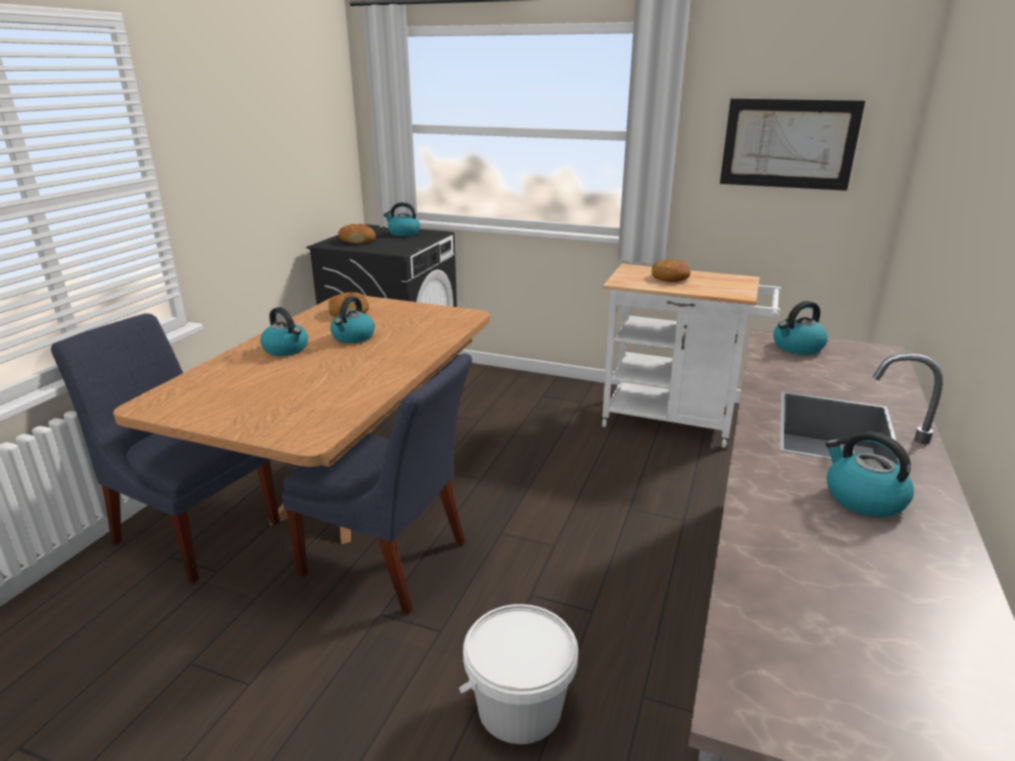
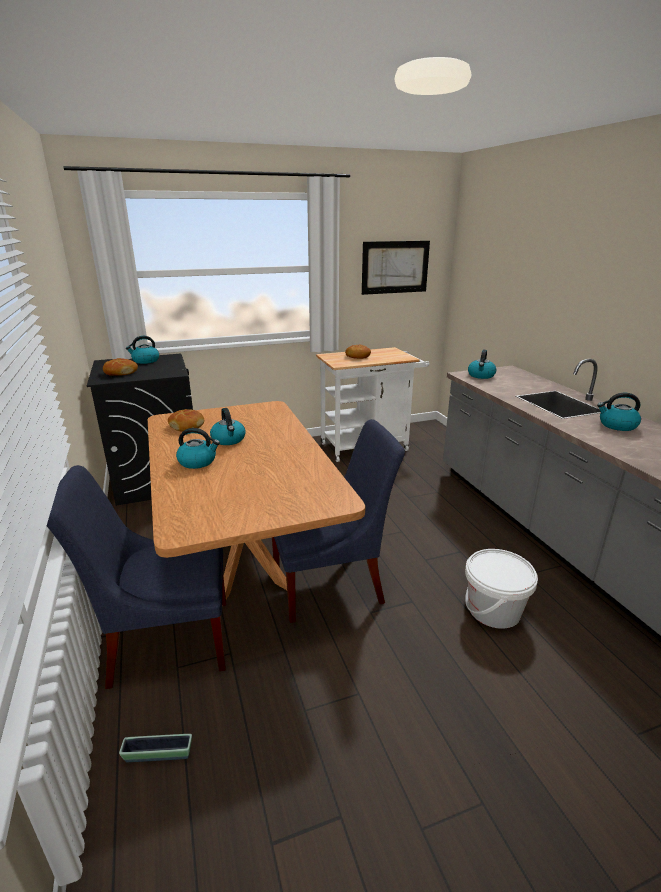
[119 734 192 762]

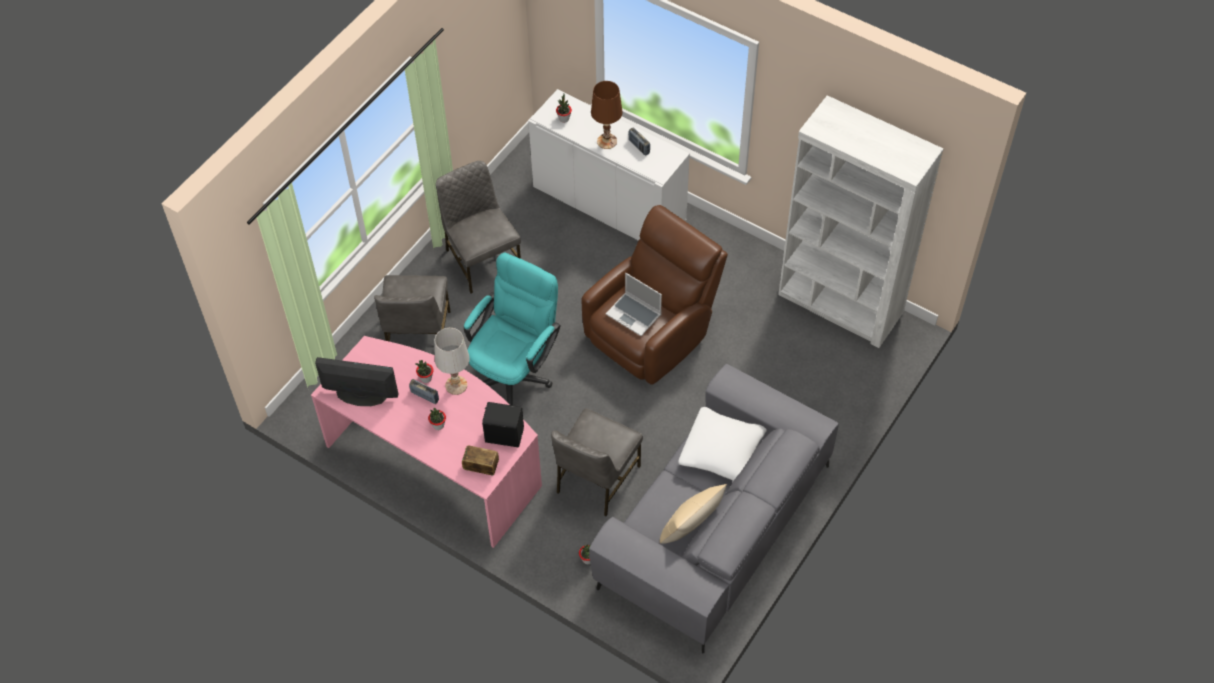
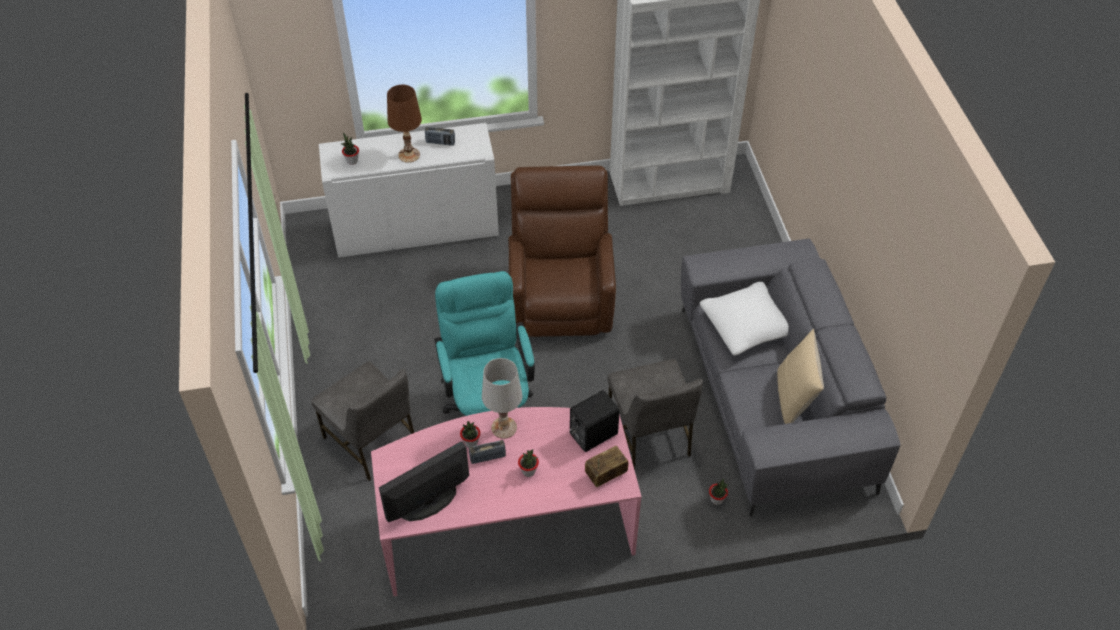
[436 161 521 293] (first image)
[606 273 662 336] (first image)

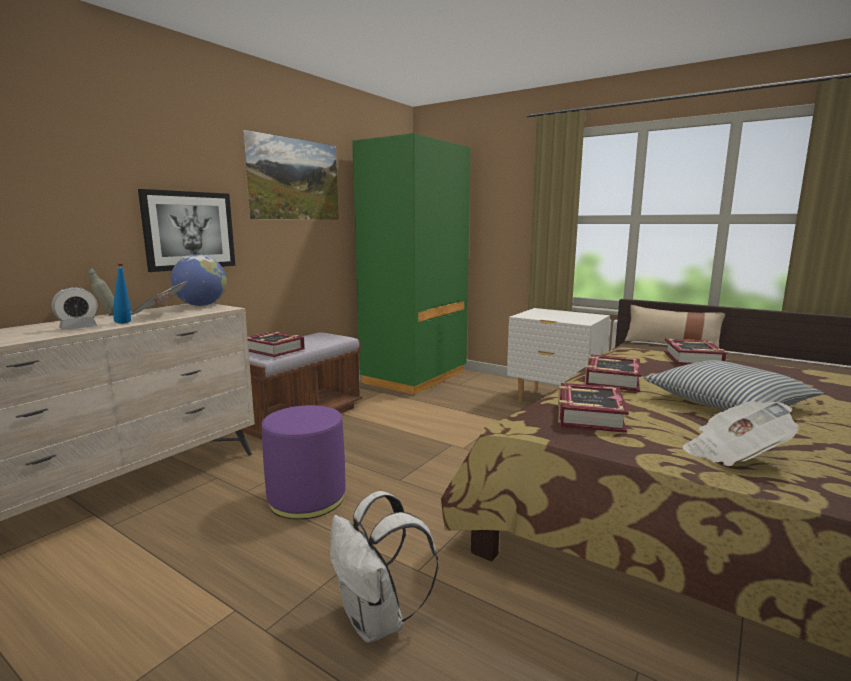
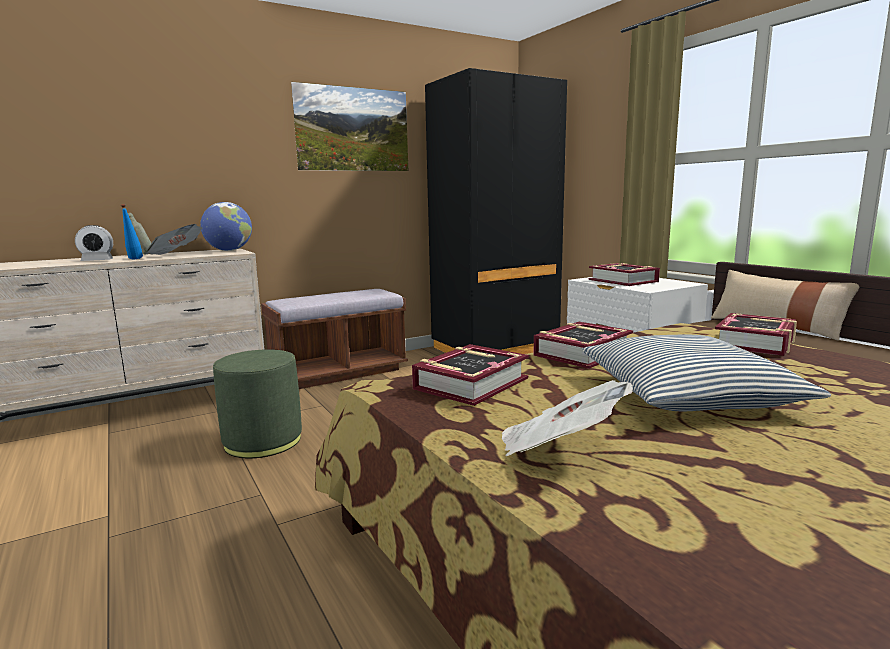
[425 68 567 354]
[138 189 235 272] (first image)
[588 263 660 286]
[213 349 302 458]
[330 491 438 643] (first image)

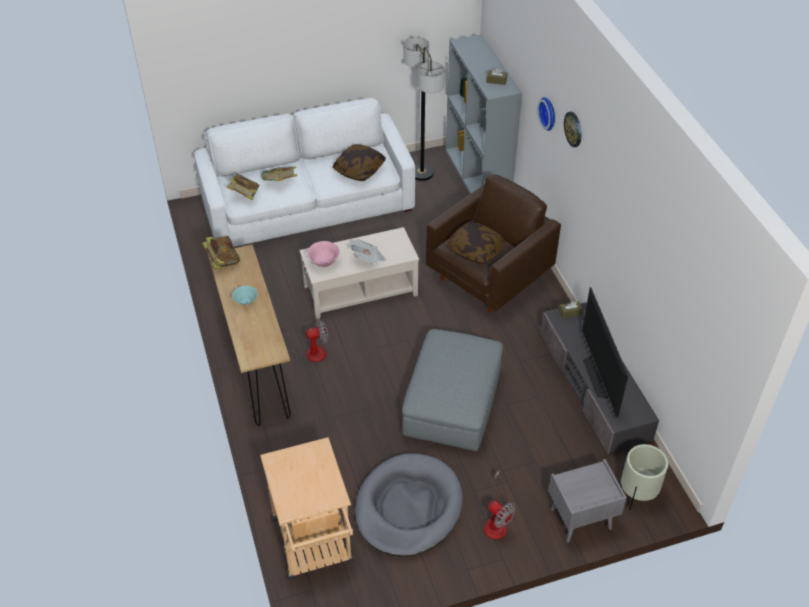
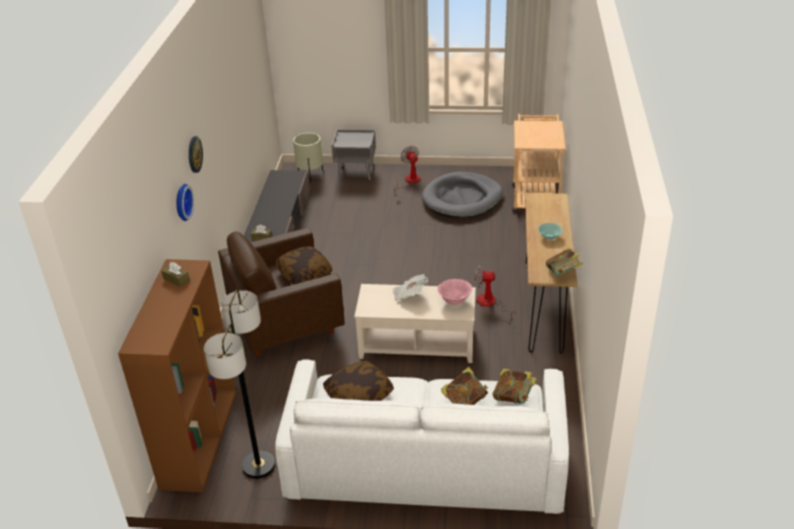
[118 259 236 492]
[582 287 628 418] (first image)
[402 329 503 451] (first image)

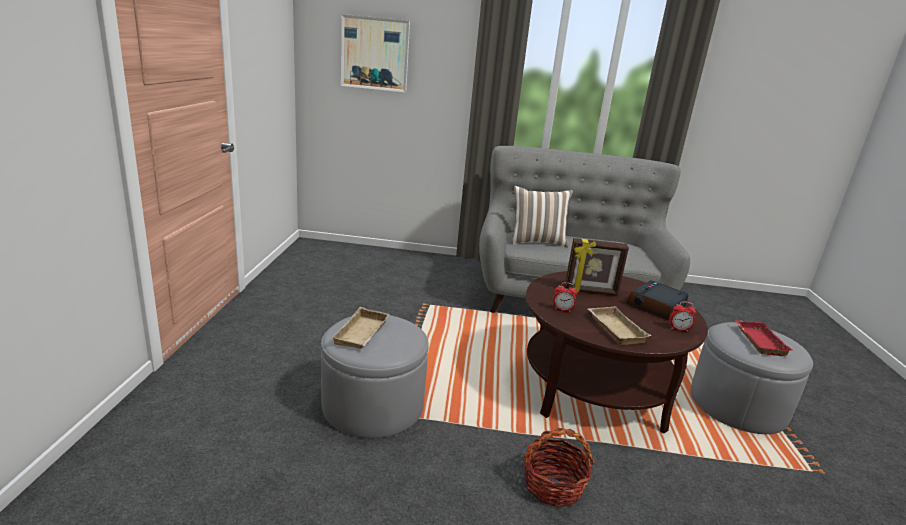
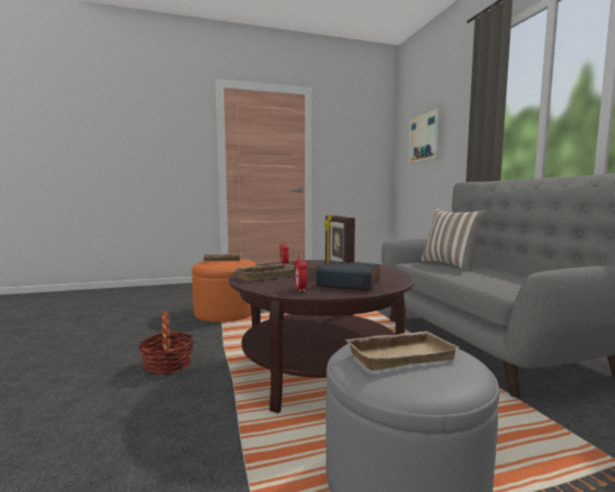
[192 259 256 322]
[345 331 460 371]

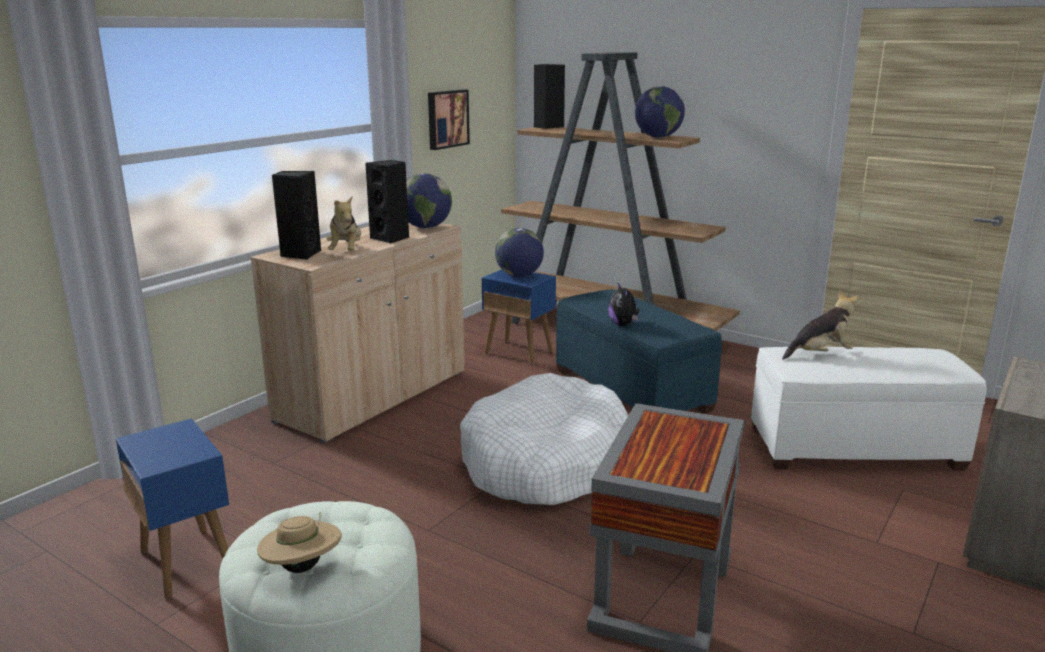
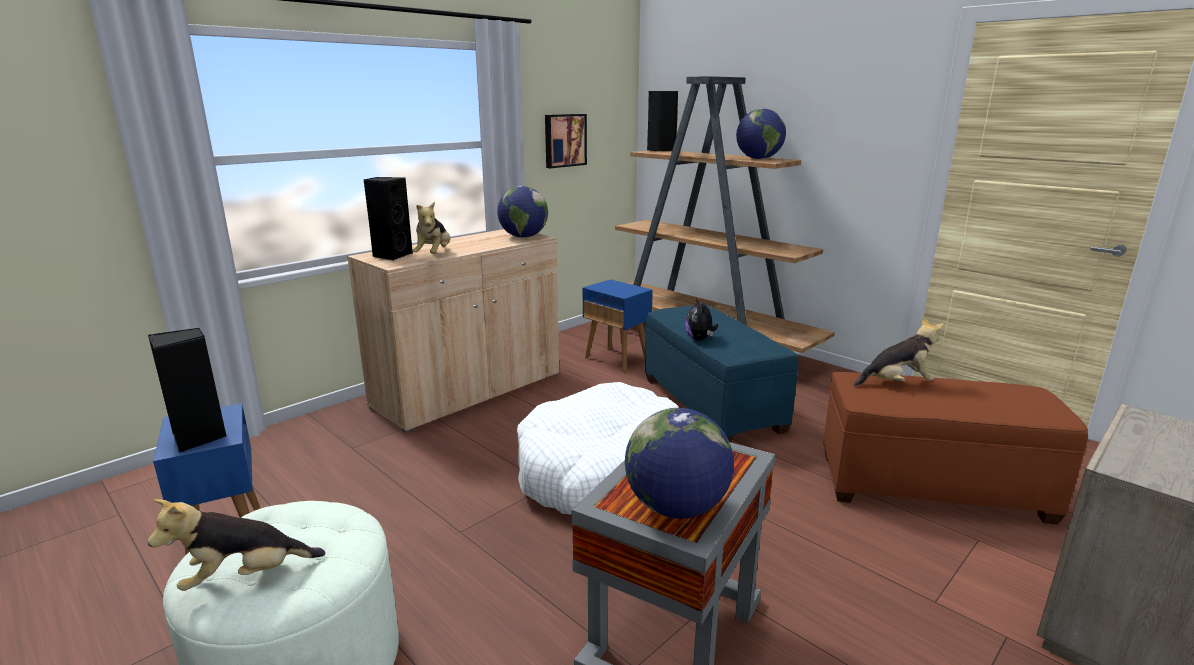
[148 328 227 452]
[625 408 734 519]
[823 372 1088 524]
[148 499 325 591]

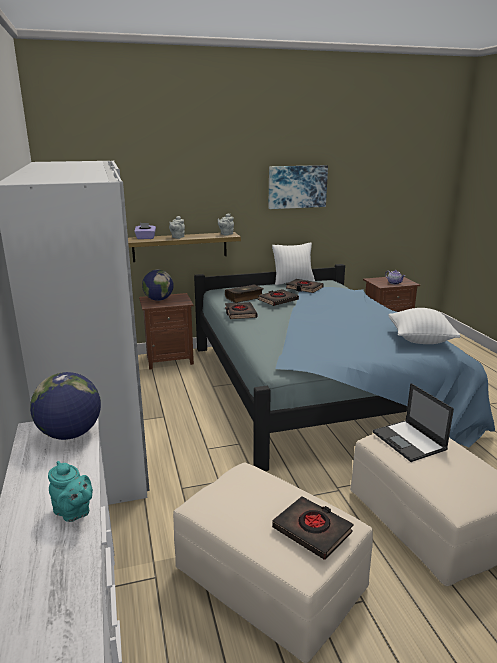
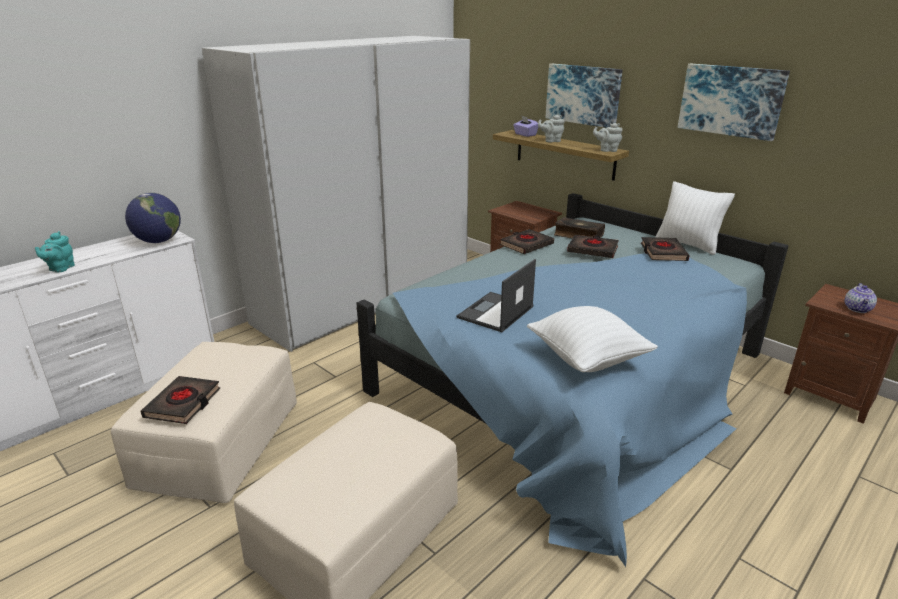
[142 270 174 301] (first image)
[457 259 536 332]
[545 64 623 128]

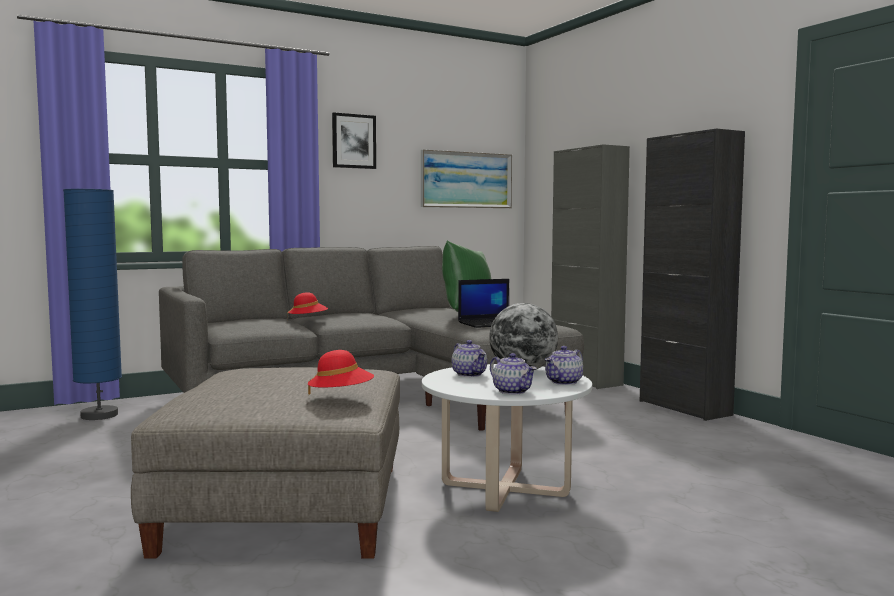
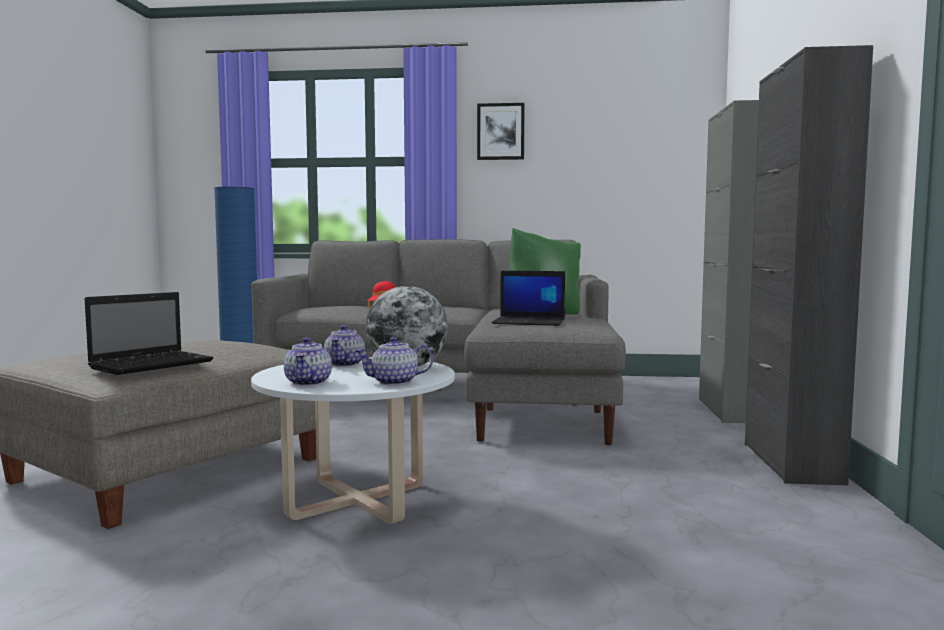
[421 149 512 208] (first image)
[85 292 214 375]

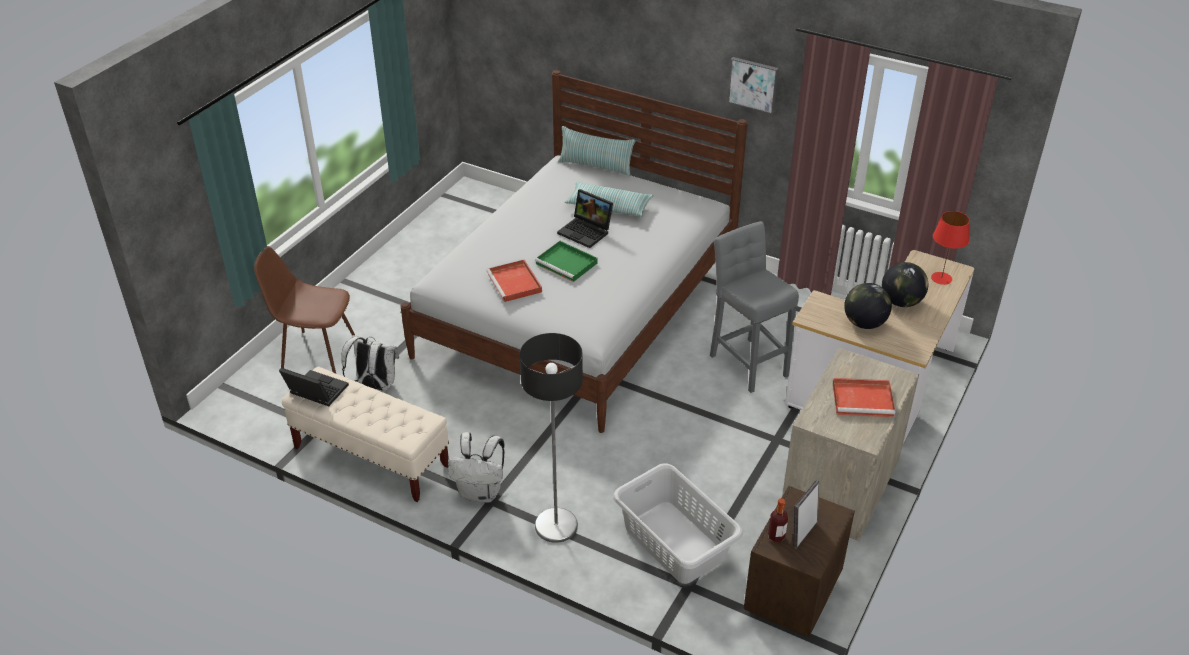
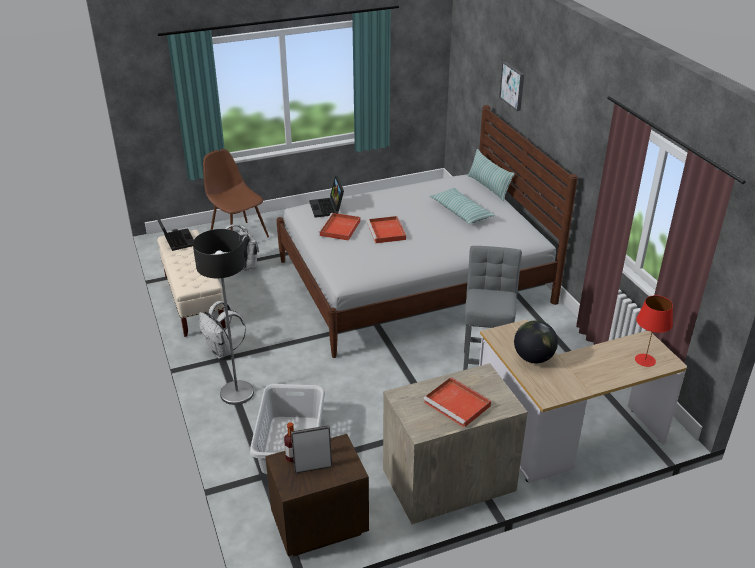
[499 62 524 111]
[309 176 344 218]
[367 216 406 243]
[882 262 928 307] (first image)

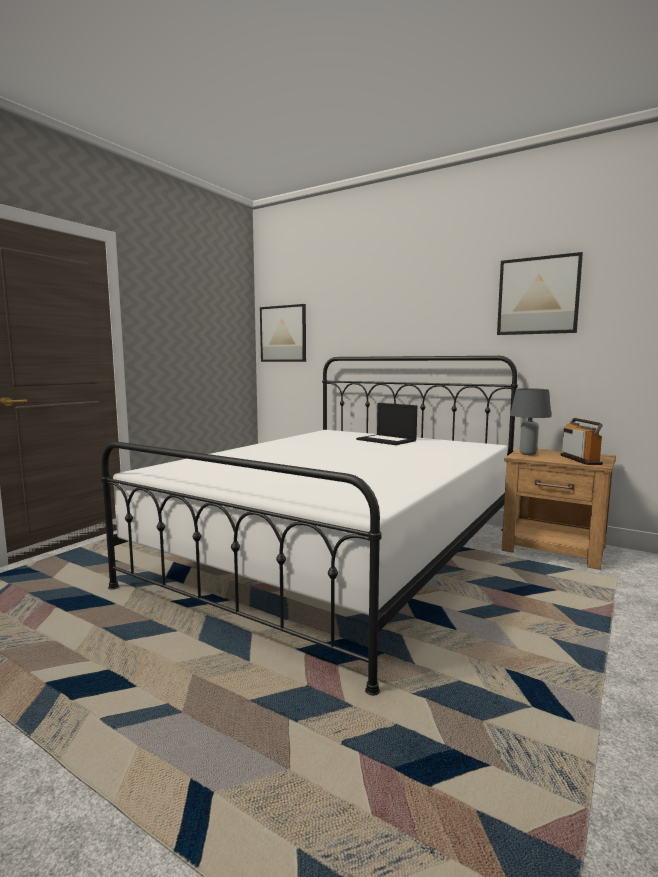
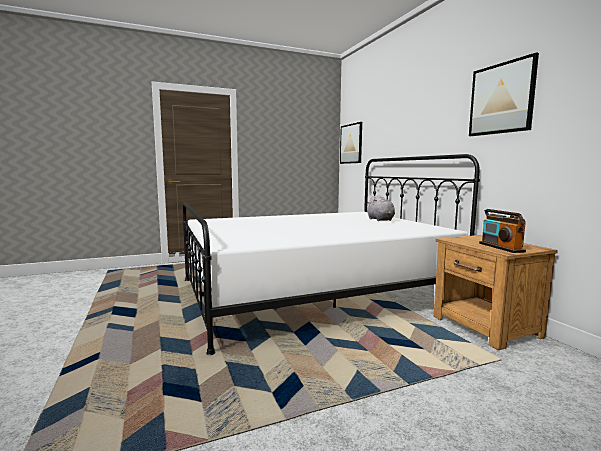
[510 388 552 455] (first image)
[367 195 395 221]
[479 209 526 253]

